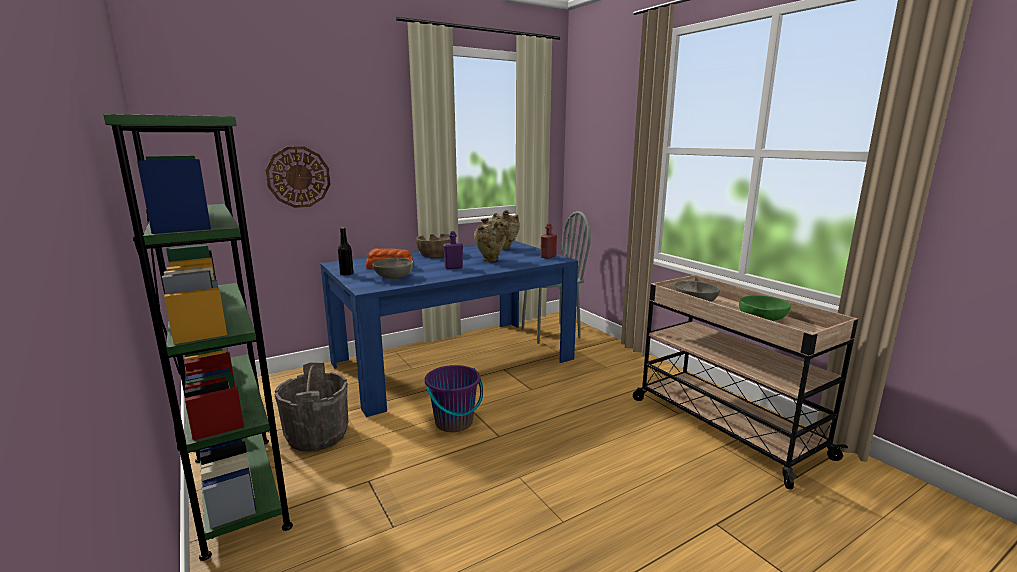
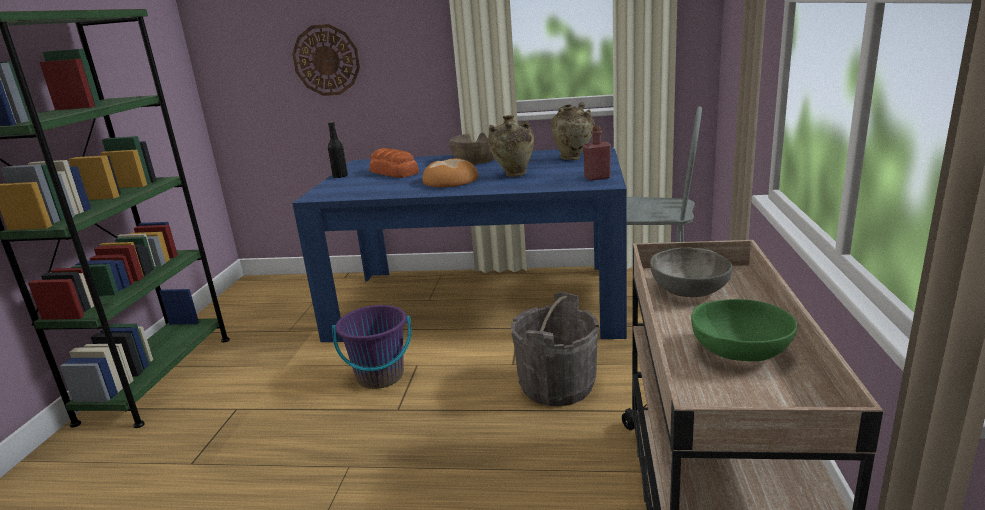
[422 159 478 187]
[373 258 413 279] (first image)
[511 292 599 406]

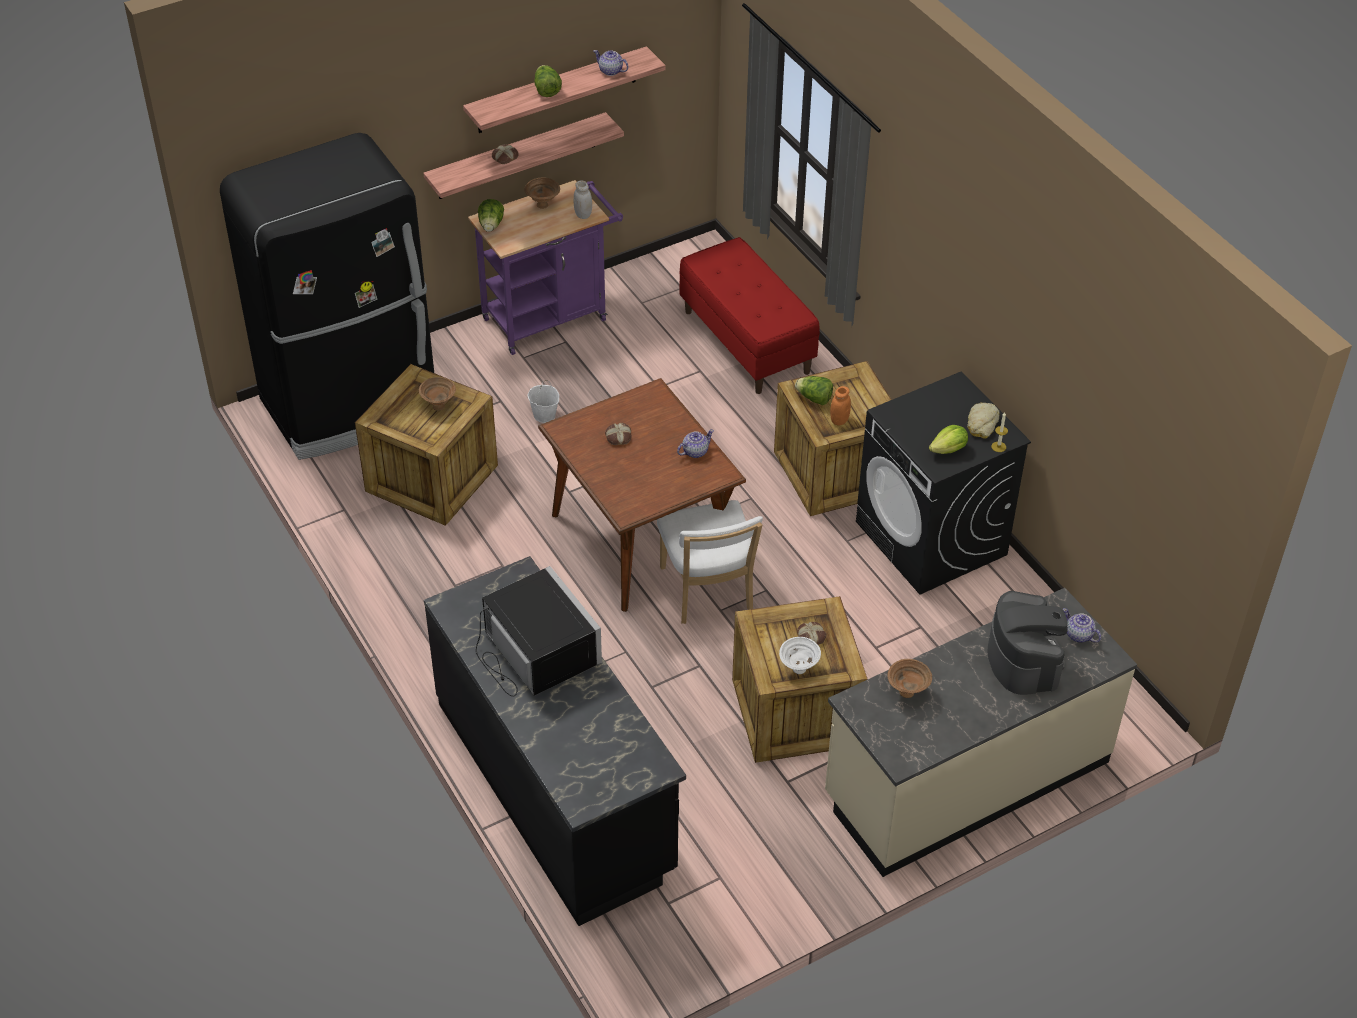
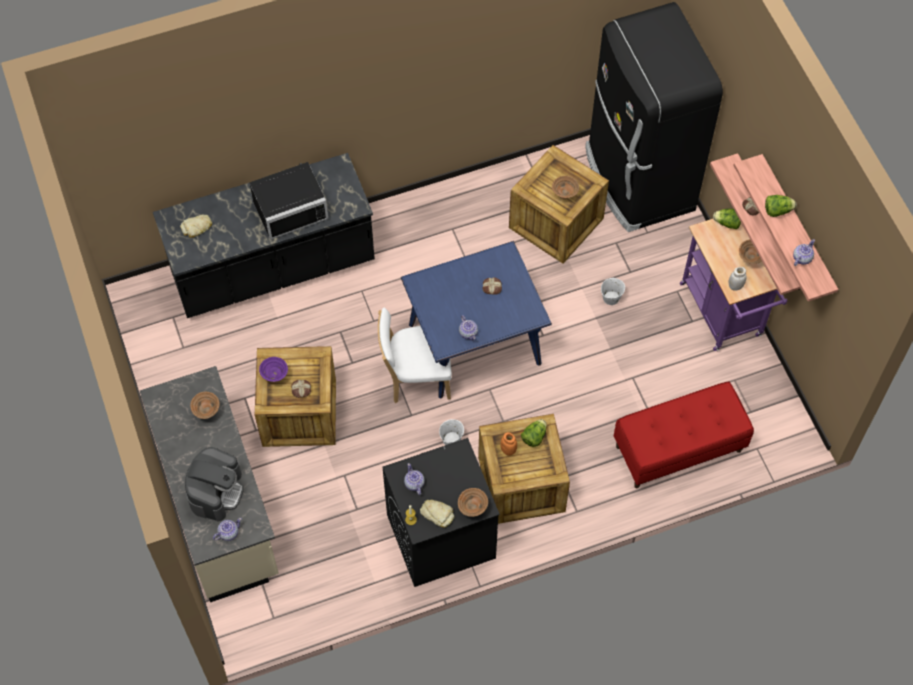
[401 241 552 398]
[404 463 425 495]
[185 447 244 521]
[259 357 288 382]
[180 214 212 238]
[439 419 464 445]
[458 488 488 517]

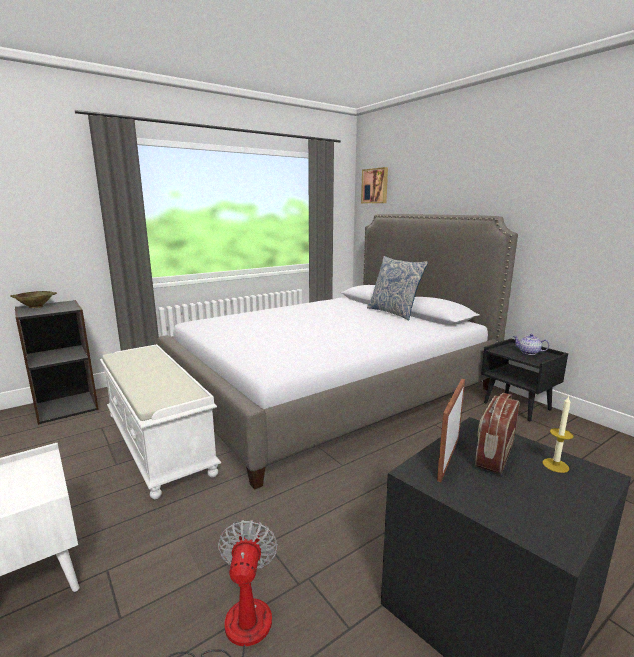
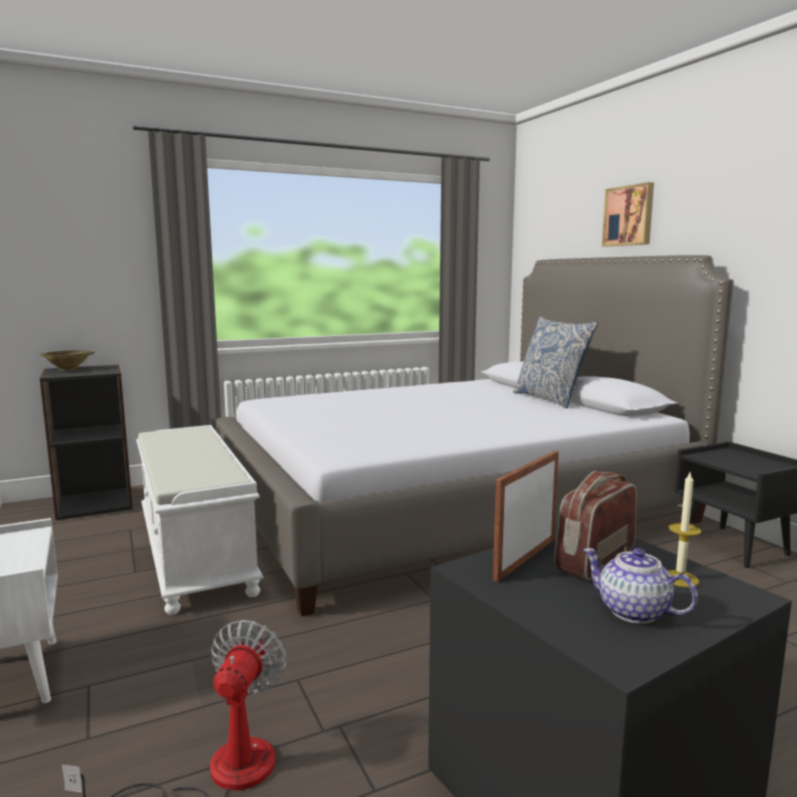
[602 182 654 246]
[583 548 698 624]

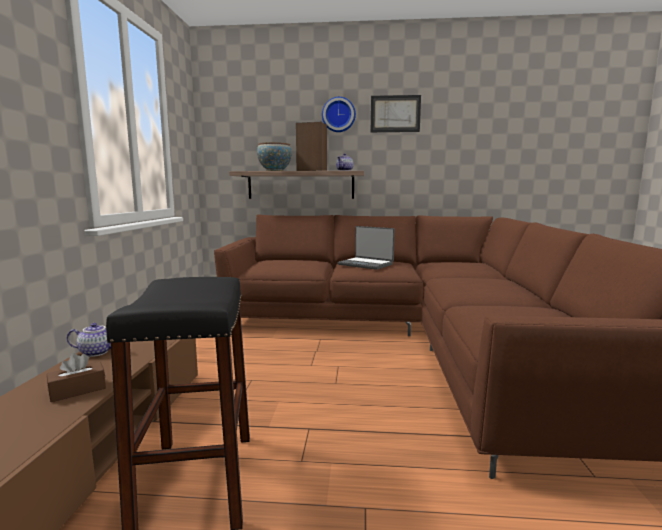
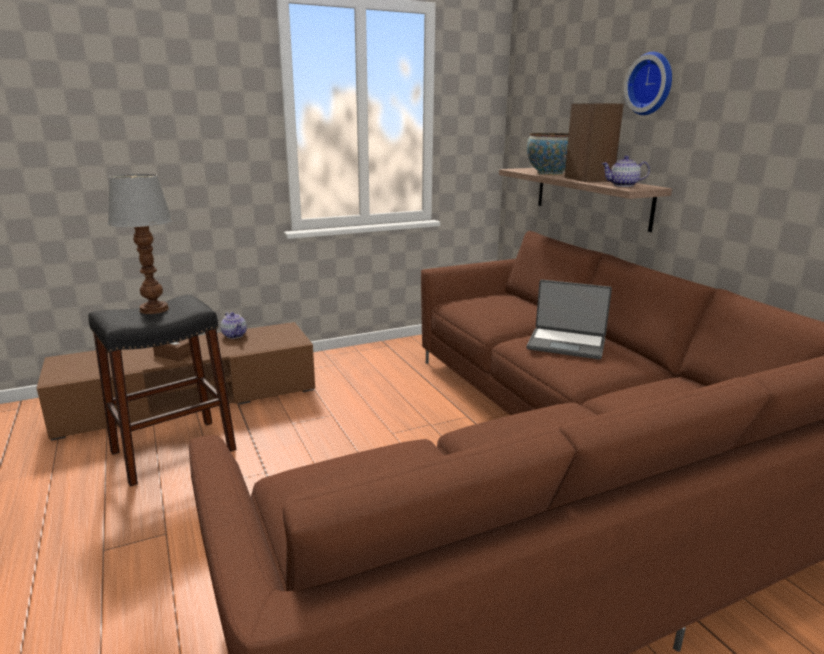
[370 95 421 132] (first image)
[526 280 612 360]
[108 174 173 314]

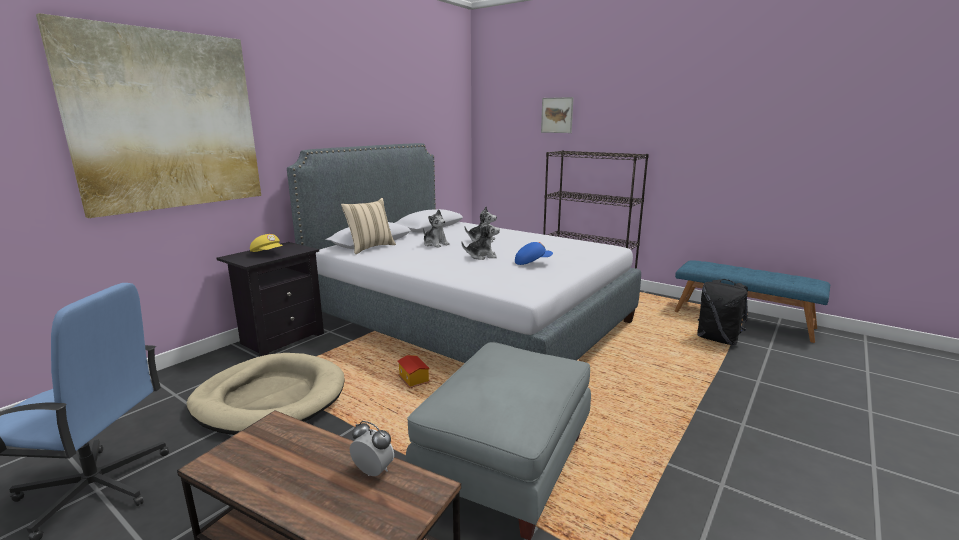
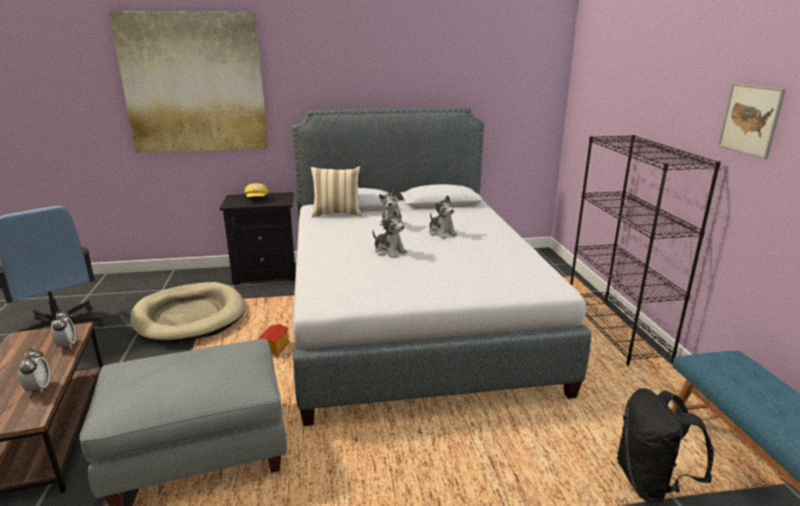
[718 83 786 159]
[515 242 553 265] (first image)
[51 310 76 348]

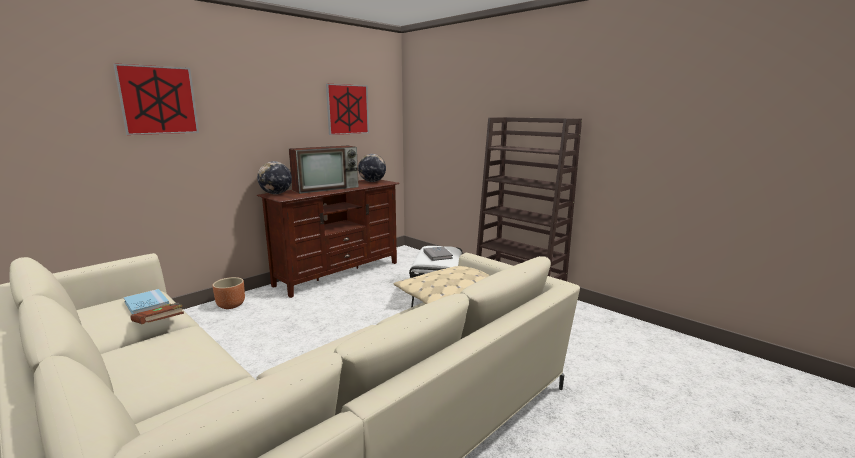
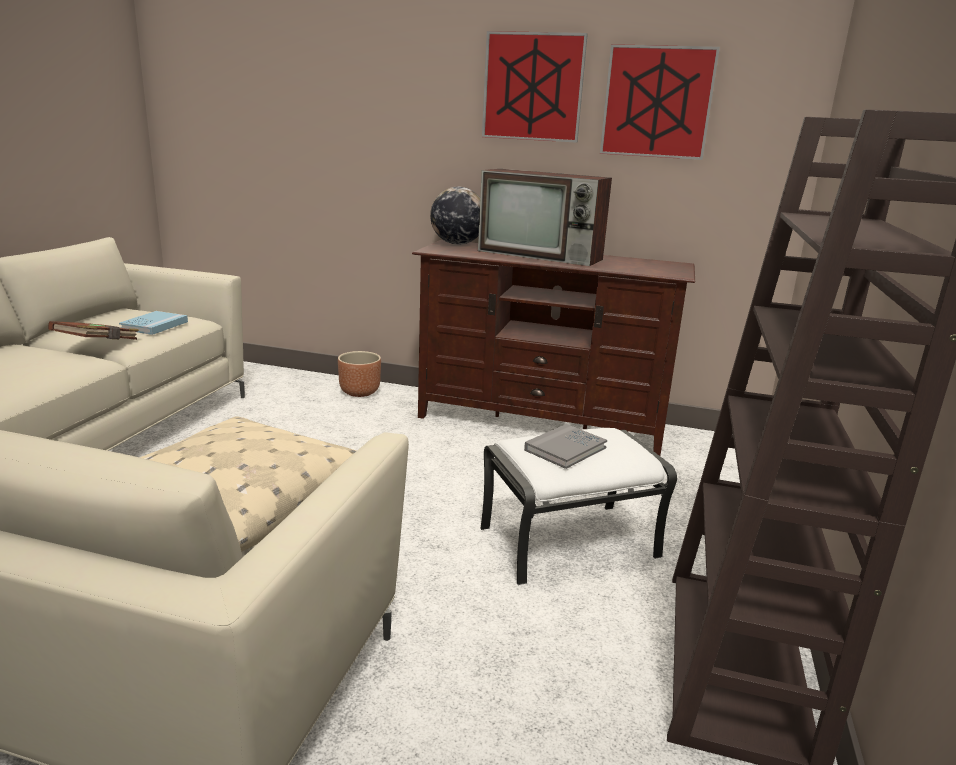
[482 31 588 143]
[358 154 386 182] (first image)

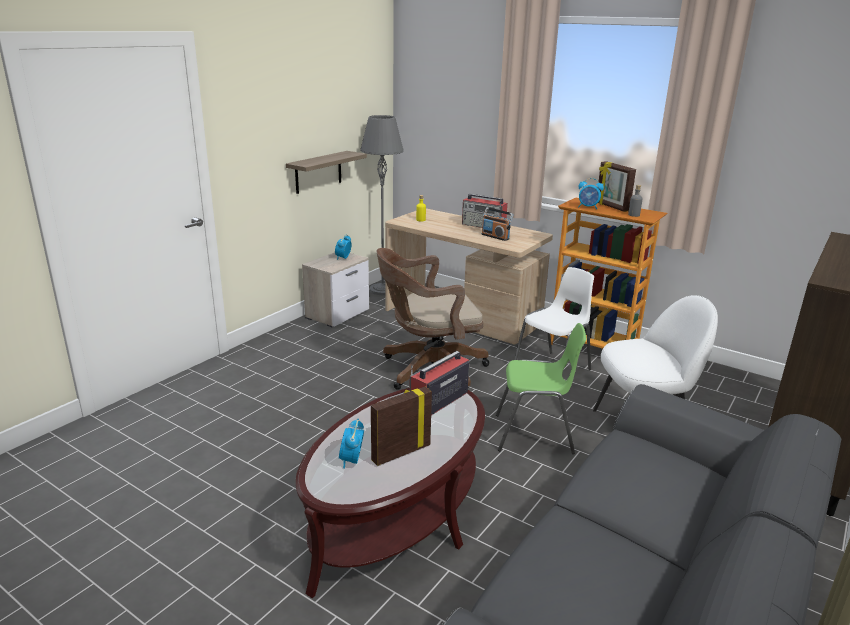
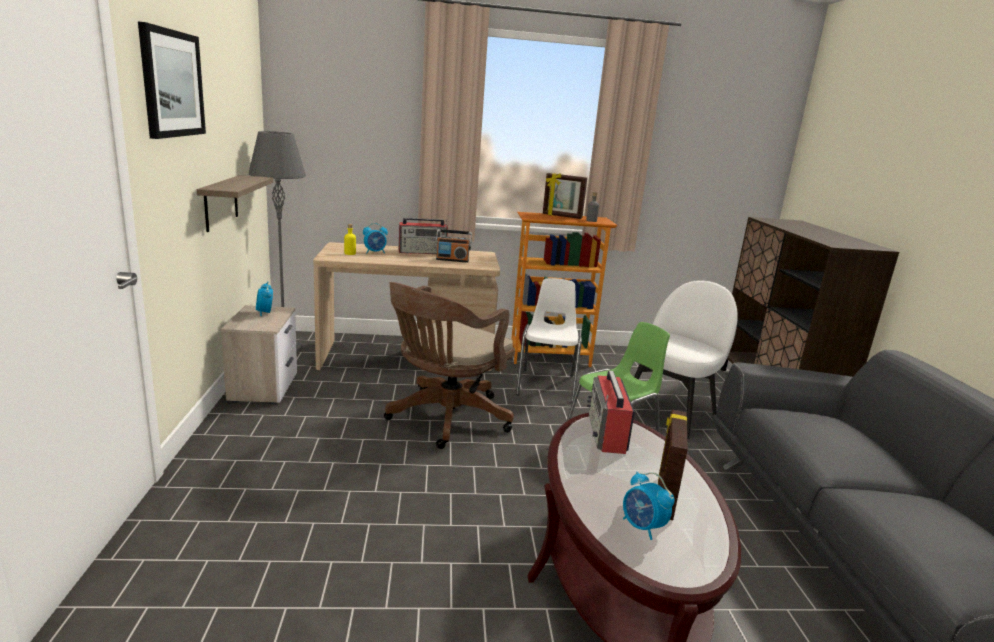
[363 223 388 253]
[138 22 206 139]

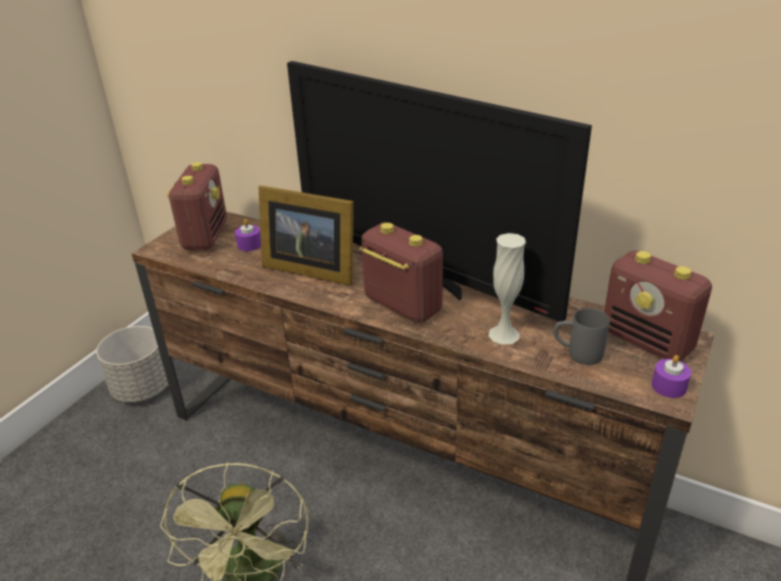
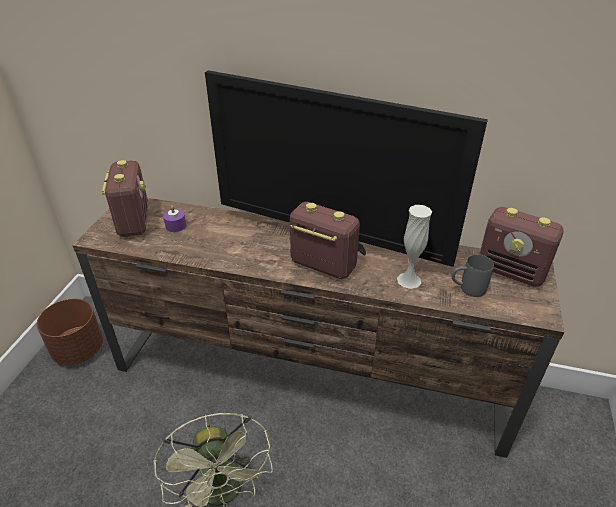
[259 185 354 286] (first image)
[37 299 103 365]
[651 355 691 398] (first image)

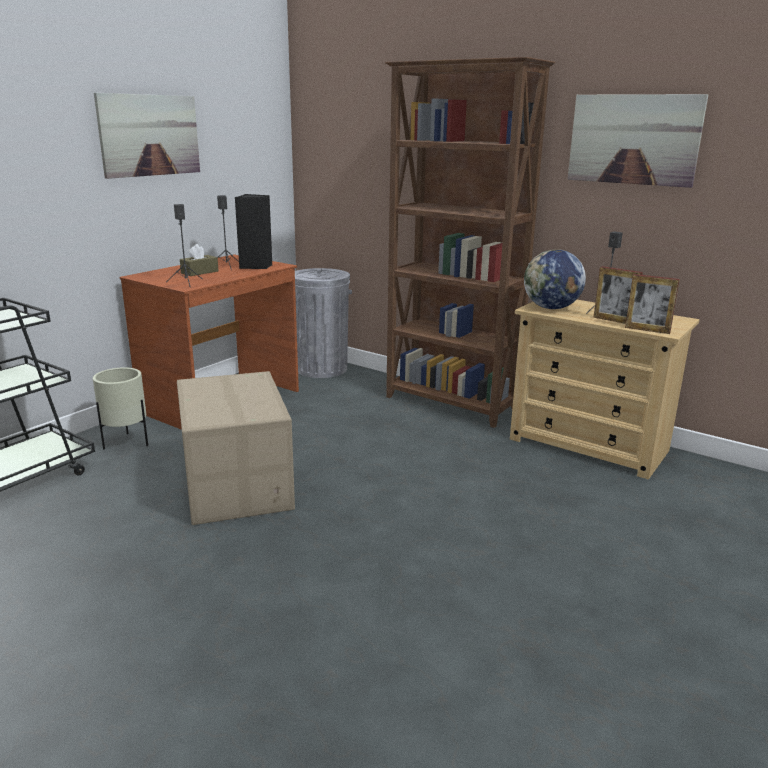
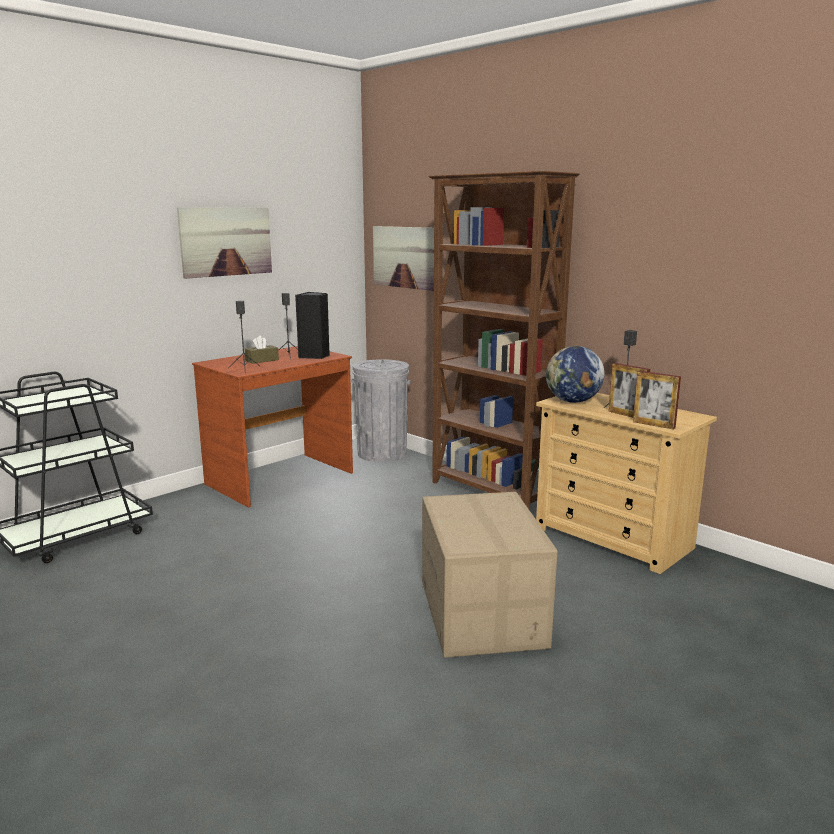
[373 226 434 291]
[93 367 148 449] (first image)
[422 492 558 658]

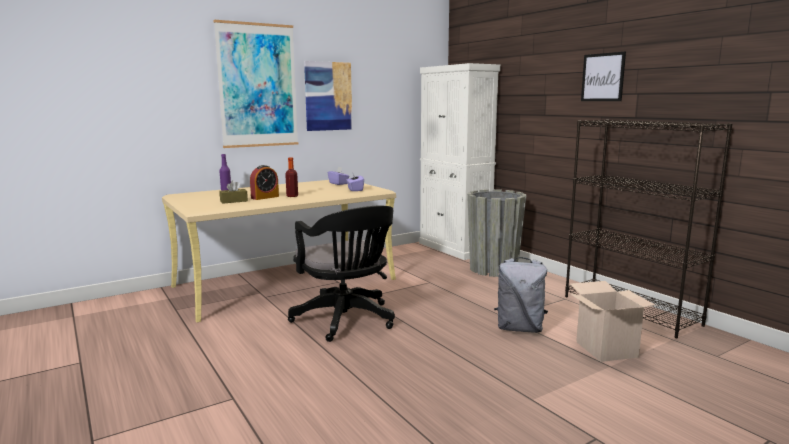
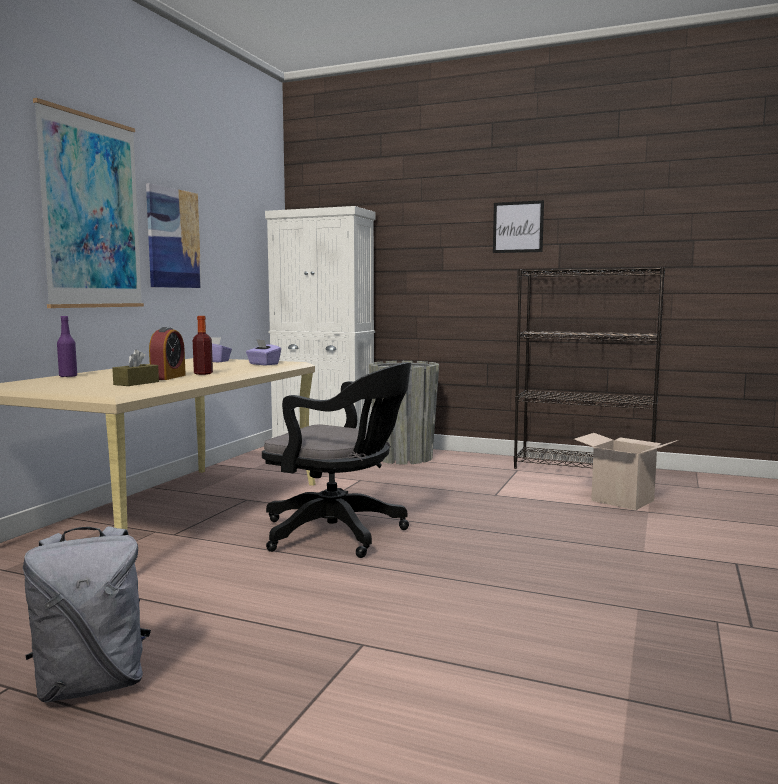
[23 526 151 702]

